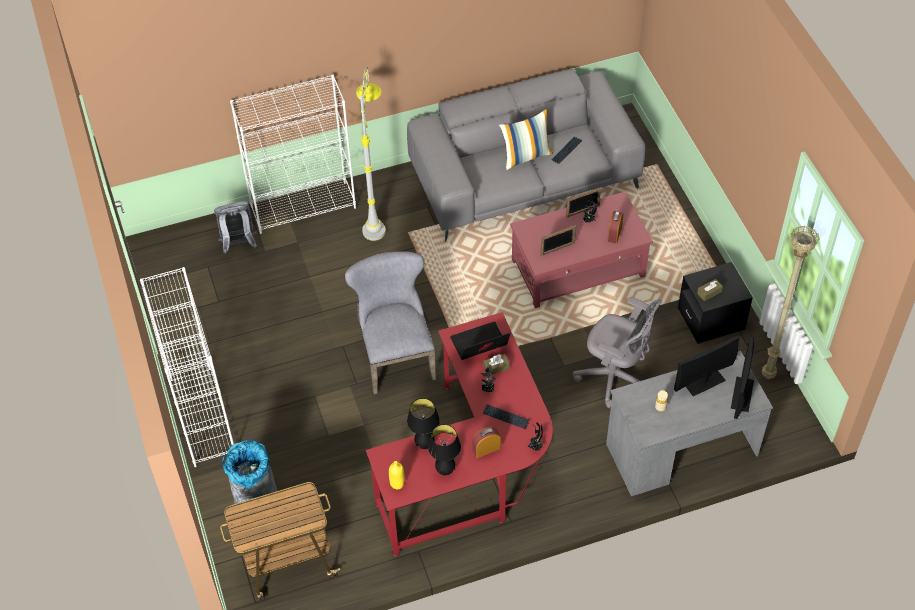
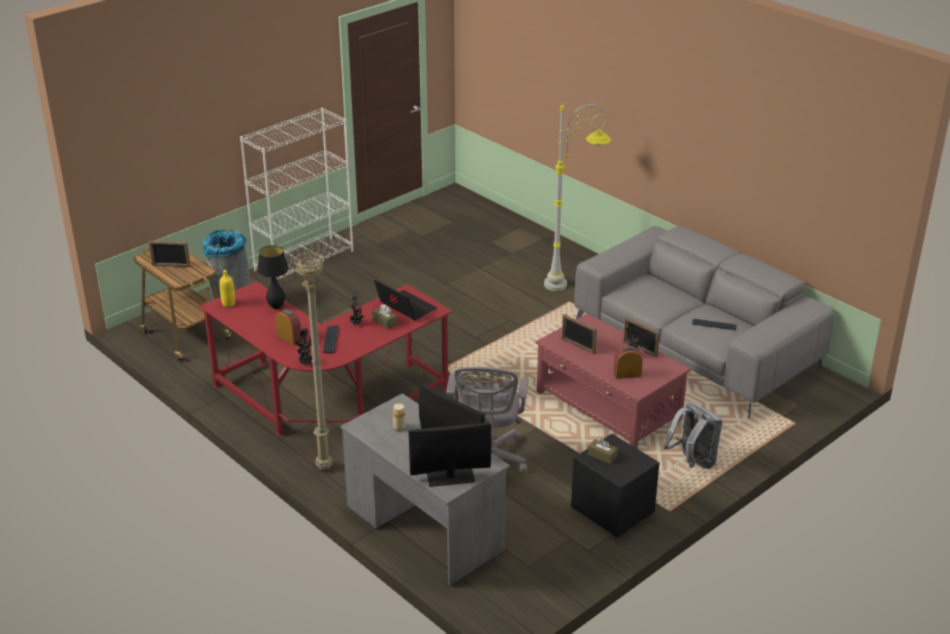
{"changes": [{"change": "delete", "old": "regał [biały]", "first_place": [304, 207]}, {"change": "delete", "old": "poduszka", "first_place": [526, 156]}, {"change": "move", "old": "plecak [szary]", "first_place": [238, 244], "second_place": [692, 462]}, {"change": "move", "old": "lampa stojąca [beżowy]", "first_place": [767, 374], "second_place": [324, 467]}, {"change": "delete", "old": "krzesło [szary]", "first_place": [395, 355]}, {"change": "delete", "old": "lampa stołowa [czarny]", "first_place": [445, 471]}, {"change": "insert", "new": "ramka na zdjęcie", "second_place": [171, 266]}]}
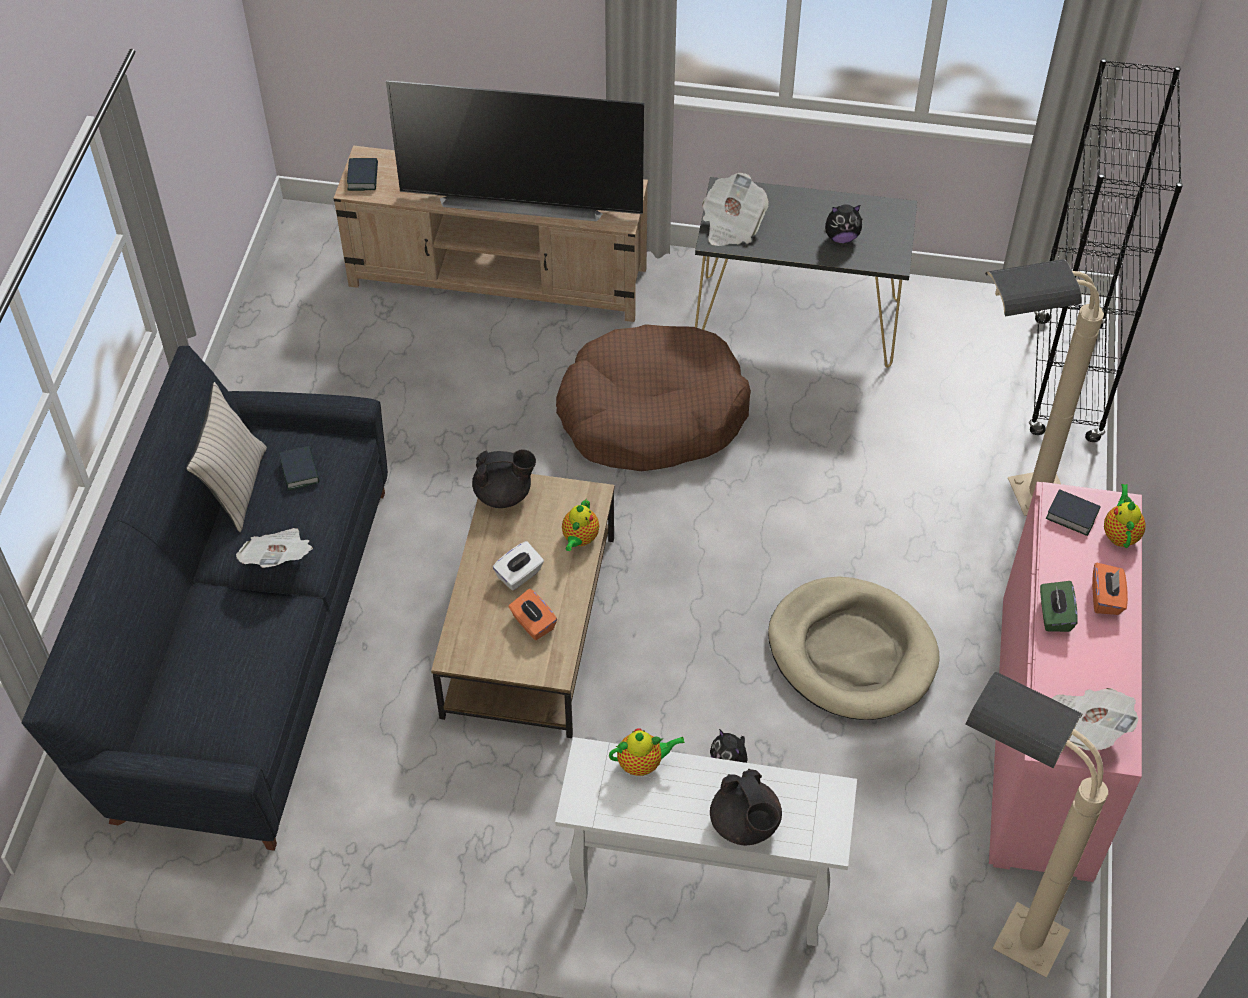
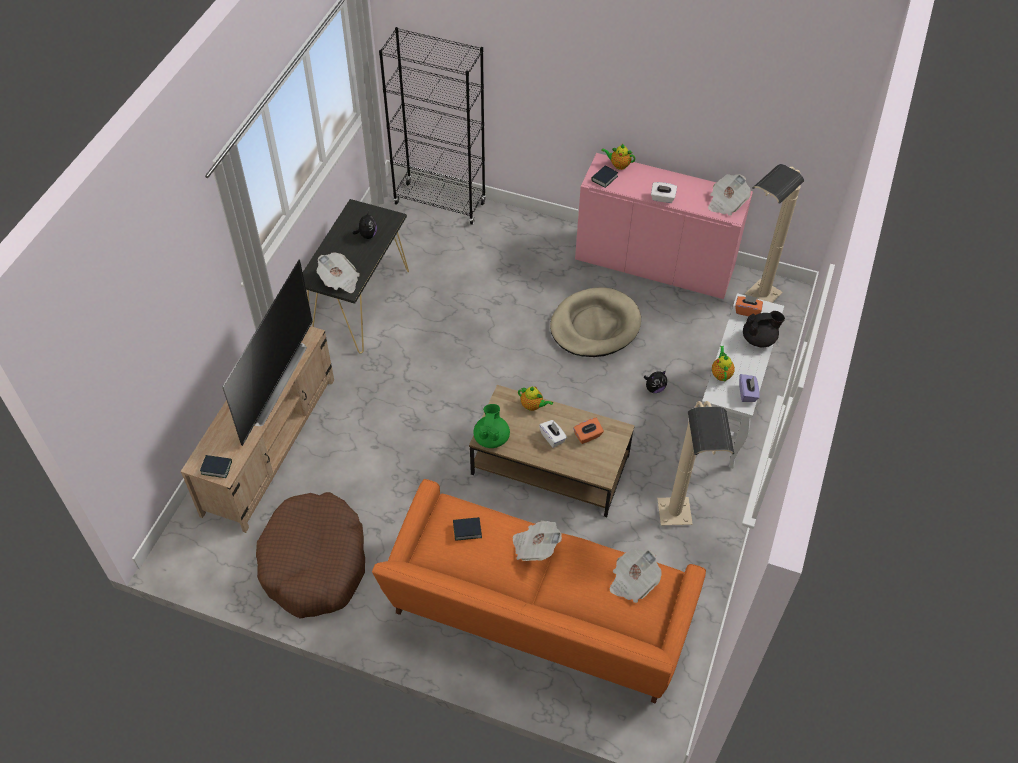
{"changes": [{"change": "move", "old": "lampa stojąca [beżowy]", "first_place": [1004, 503], "second_place": [678, 533]}, {"change": "move", "old": "legowisko [brązowy]", "first_place": [651, 414], "second_place": [314, 563]}, {"change": "recolor", "old": "kanapa [czarny]", "new": "kanapa [pomarańczowy]", "first_place": [243, 646], "second_place": [536, 618]}, {"change": "delete", "old": "poduszka [beżowy]", "first_place": [235, 487]}, {"change": "recolor", "old": "imbryk [czarny]", "new": "imbryk [zielony]", "first_place": [504, 494], "second_place": [491, 438]}, {"change": "move", "old": "pudełko chusteczek [pomarańczowy]", "first_place": [1106, 598], "second_place": [747, 311]}, {"change": "recolor", "old": "pudełko chusteczek [zielony]", "new": "pudełko chusteczek [biały]", "first_place": [1054, 615], "second_place": [662, 198]}, {"change": "insert", "new": "pudełko chusteczek [fioletowy]", "second_place": [747, 393]}, {"change": "insert", "new": "gazeta", "second_place": [632, 581]}]}
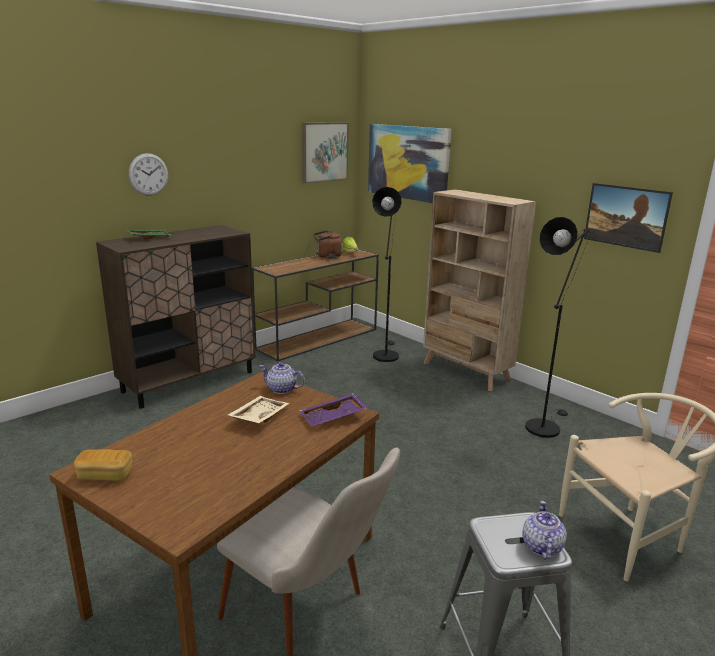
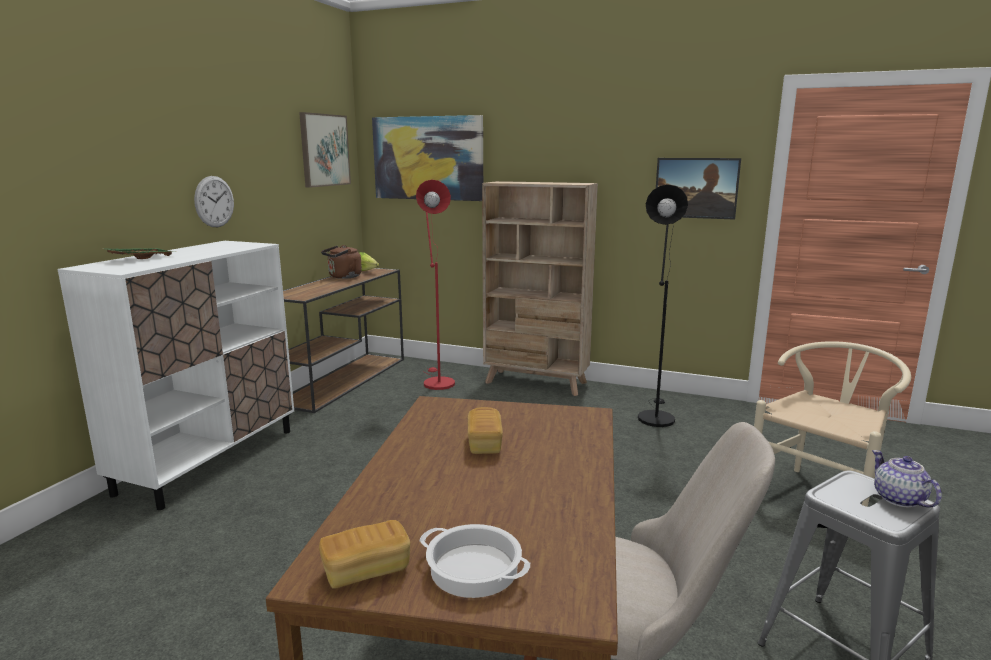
{"changes": [{"change": "move", "old": "zegar ścienny", "first_place": [148, 174], "second_place": [214, 201]}, {"change": "recolor", "old": "lampa stojąca [czarny]", "new": "lampa stojąca [czerwony]", "first_place": [385, 354], "second_place": [436, 382]}, {"change": "recolor", "old": "szafka [brązowy]", "new": "szafka [biały]", "first_place": [189, 381], "second_place": [210, 460]}, {"change": "delete", "old": "imbryk", "first_place": [282, 389]}, {"change": "delete", "old": "taca [fioletowy]", "first_place": [333, 418]}, {"change": "replace", "old": "taca [beżowy]", "new": "chleb", "first_place": [258, 417], "second_place": [484, 443]}, {"change": "insert", "new": "garnek", "second_place": [475, 568]}]}
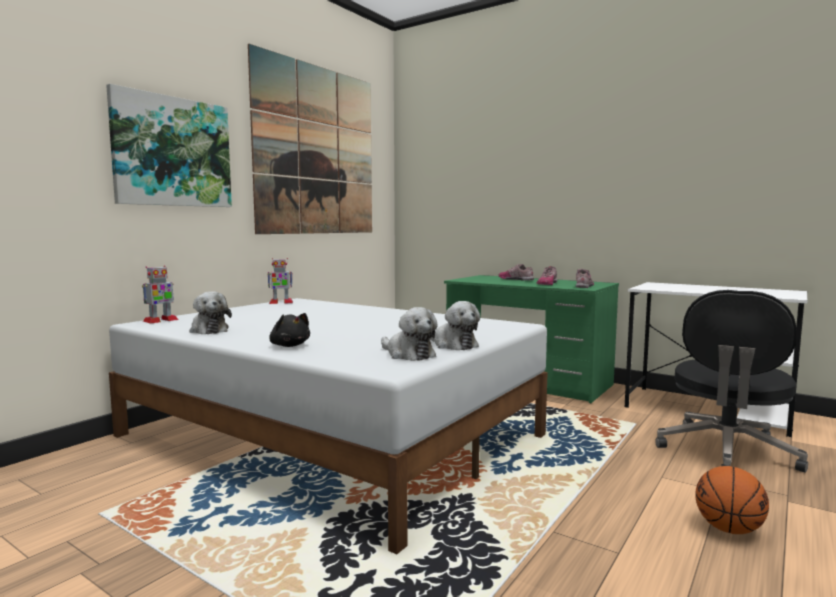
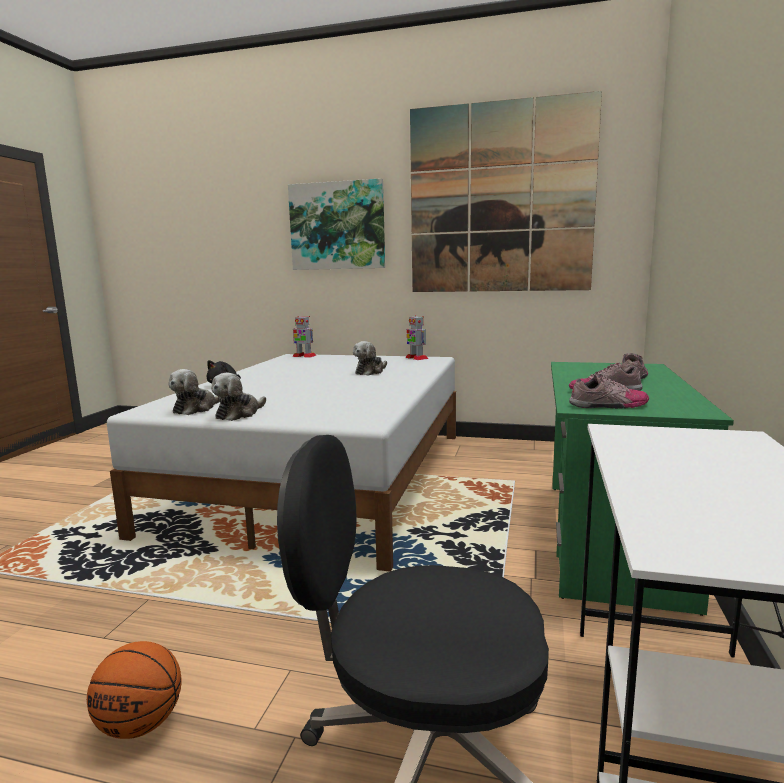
{"changes": [{"change": "move", "old": "pluszak", "first_place": [208, 330], "second_place": [370, 372]}]}
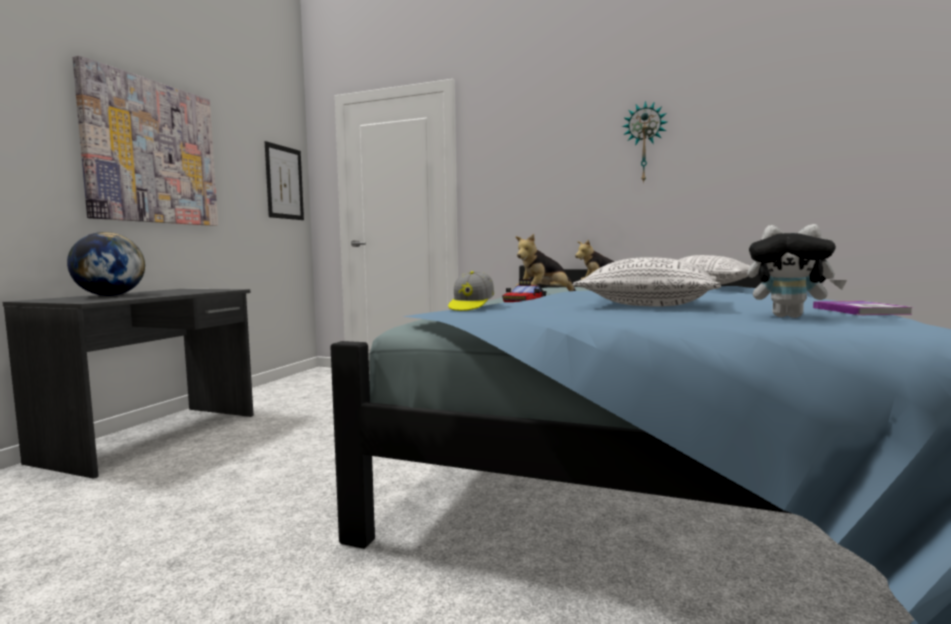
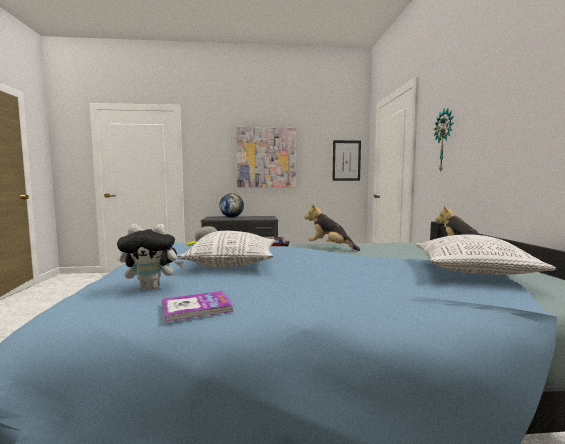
{"changes": [{"change": "move", "old": "zegar ścienny", "first_place": [644, 143], "second_place": [445, 140]}, {"change": "rotate", "old": "pluszak", "first_place": [790, 317], "second_place": [152, 288], "degrees": -105}]}
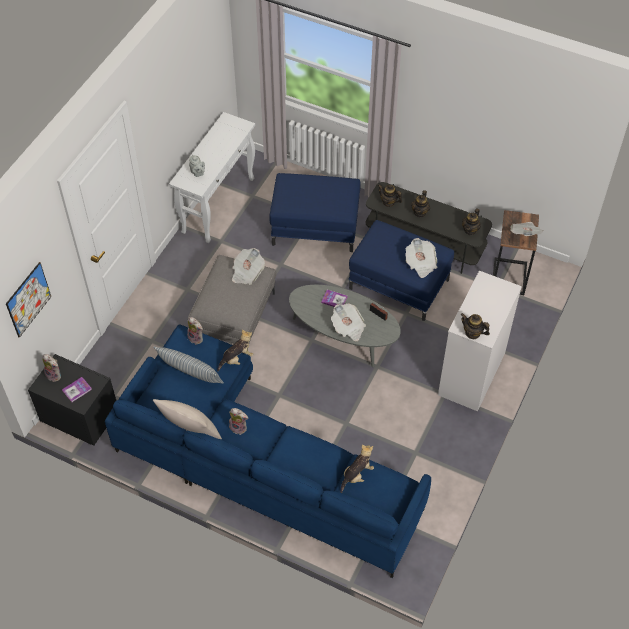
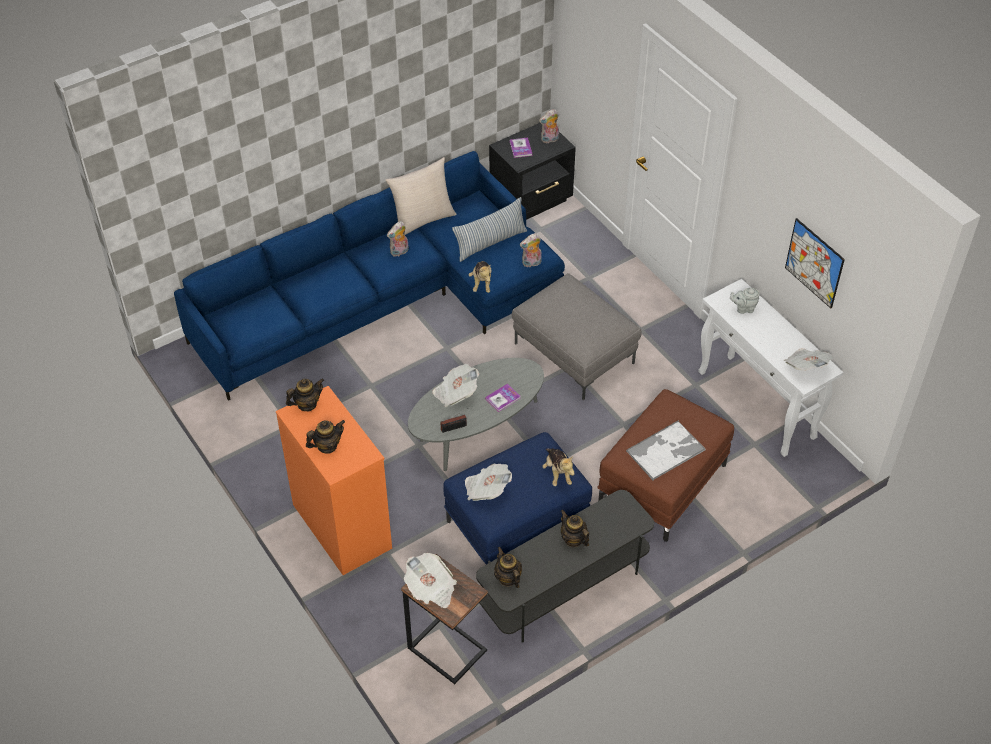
{"changes": [{"change": "recolor", "old": "pufa [niebieski]", "new": "pufa [brązowy]", "first_place": [315, 227], "second_place": [663, 484]}, {"change": "move", "old": "imbryk", "first_place": [388, 202], "second_place": [327, 446]}, {"change": "move", "old": "gazeta", "first_place": [247, 273], "second_place": [806, 366]}, {"change": "move", "old": "obraz", "first_place": [28, 299], "second_place": [814, 263]}, {"change": "recolor", "old": "komoda [biały]", "new": "komoda [pomarańczowy]", "first_place": [471, 374], "second_place": [341, 525]}, {"change": "move", "old": "pluszak", "first_place": [357, 475], "second_place": [557, 473]}, {"change": "insert", "new": "taca", "second_place": [666, 450]}]}
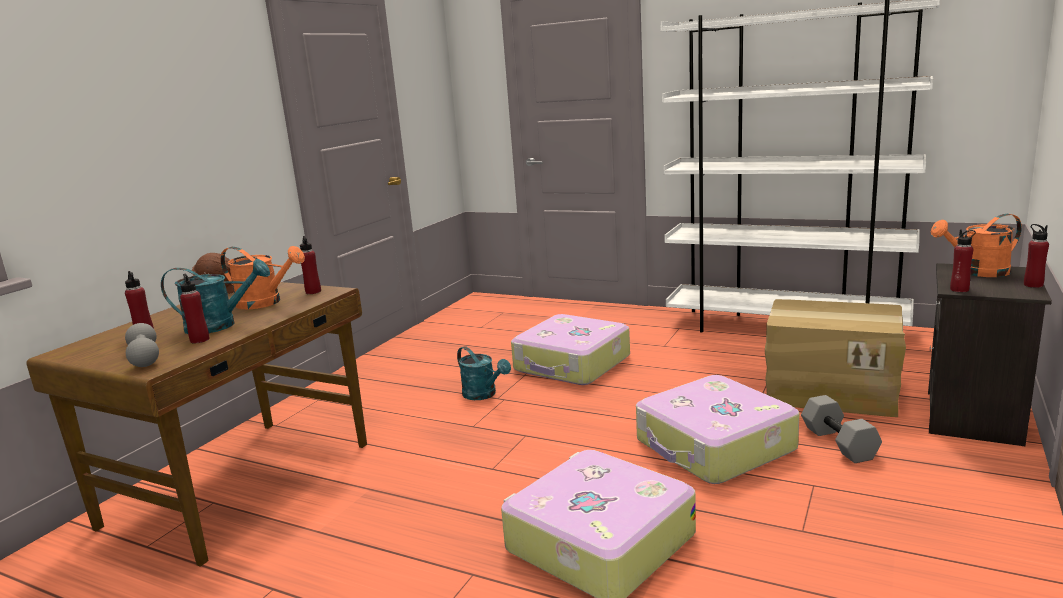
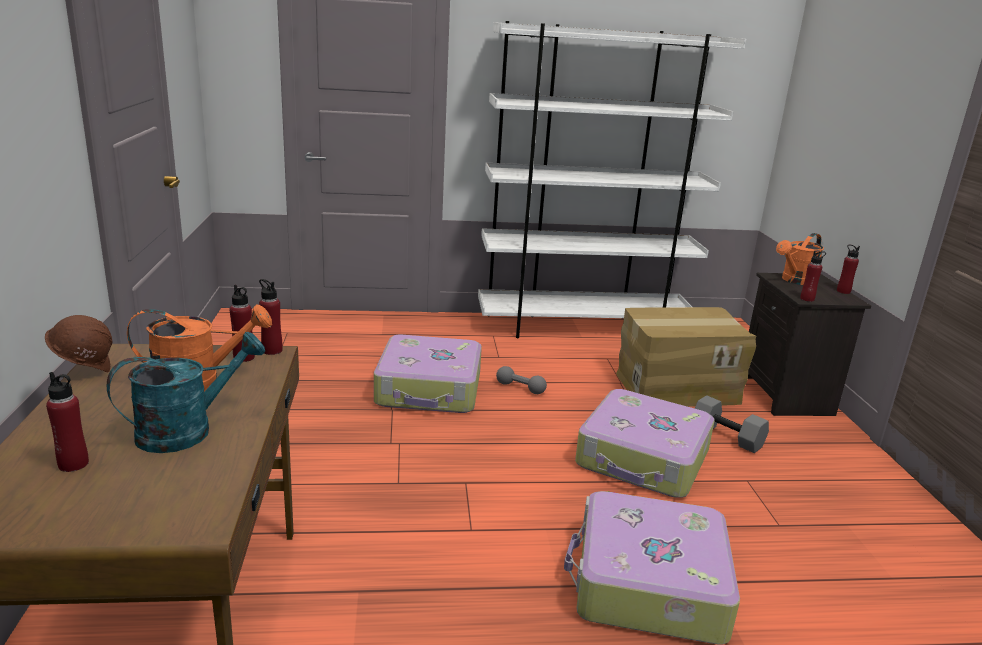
{"changes": [{"change": "move", "old": "butelka [czerwony]", "first_place": [200, 340], "second_place": [272, 350]}, {"change": "move", "old": "hantel [szary]", "first_place": [144, 357], "second_place": [520, 388]}, {"change": "delete", "old": "konewka [turkusowy]", "first_place": [484, 395]}]}
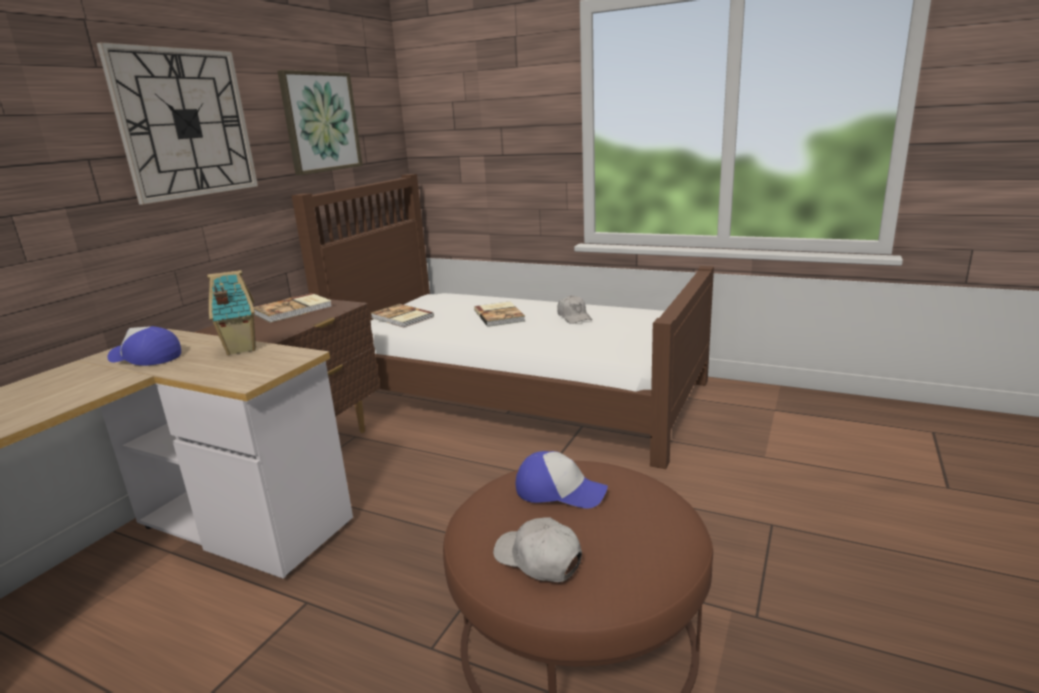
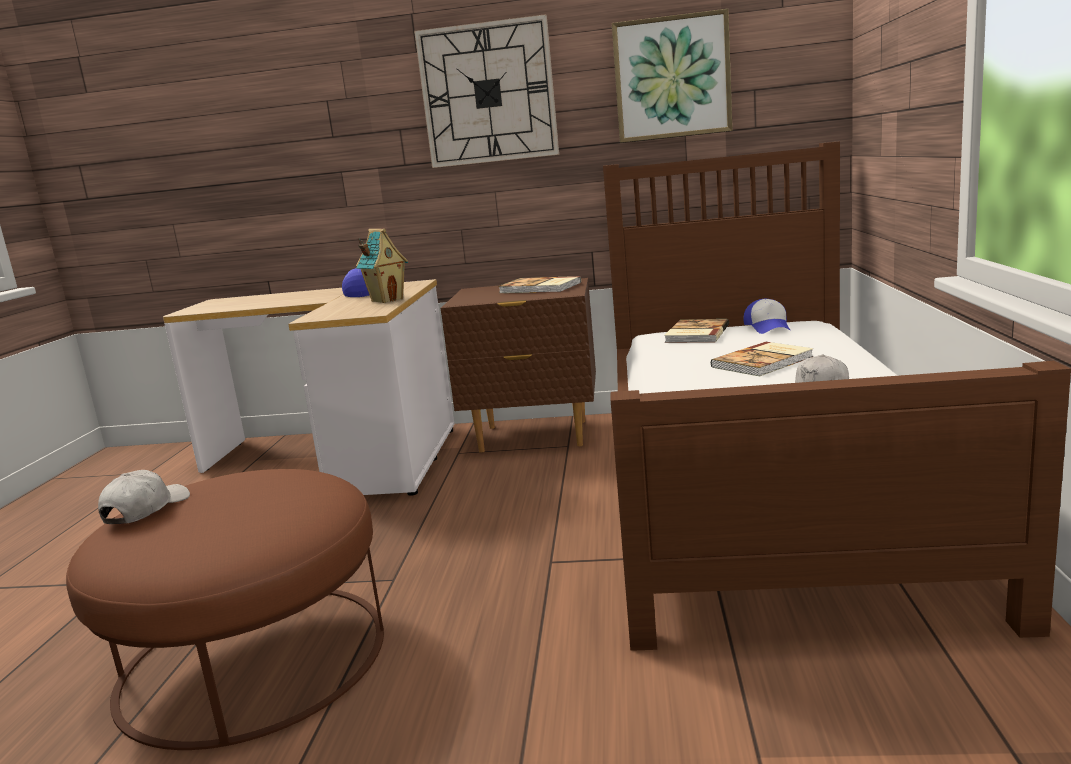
{"changes": [{"change": "move", "old": "czapka z daszkiem", "first_place": [559, 491], "second_place": [768, 327]}]}
